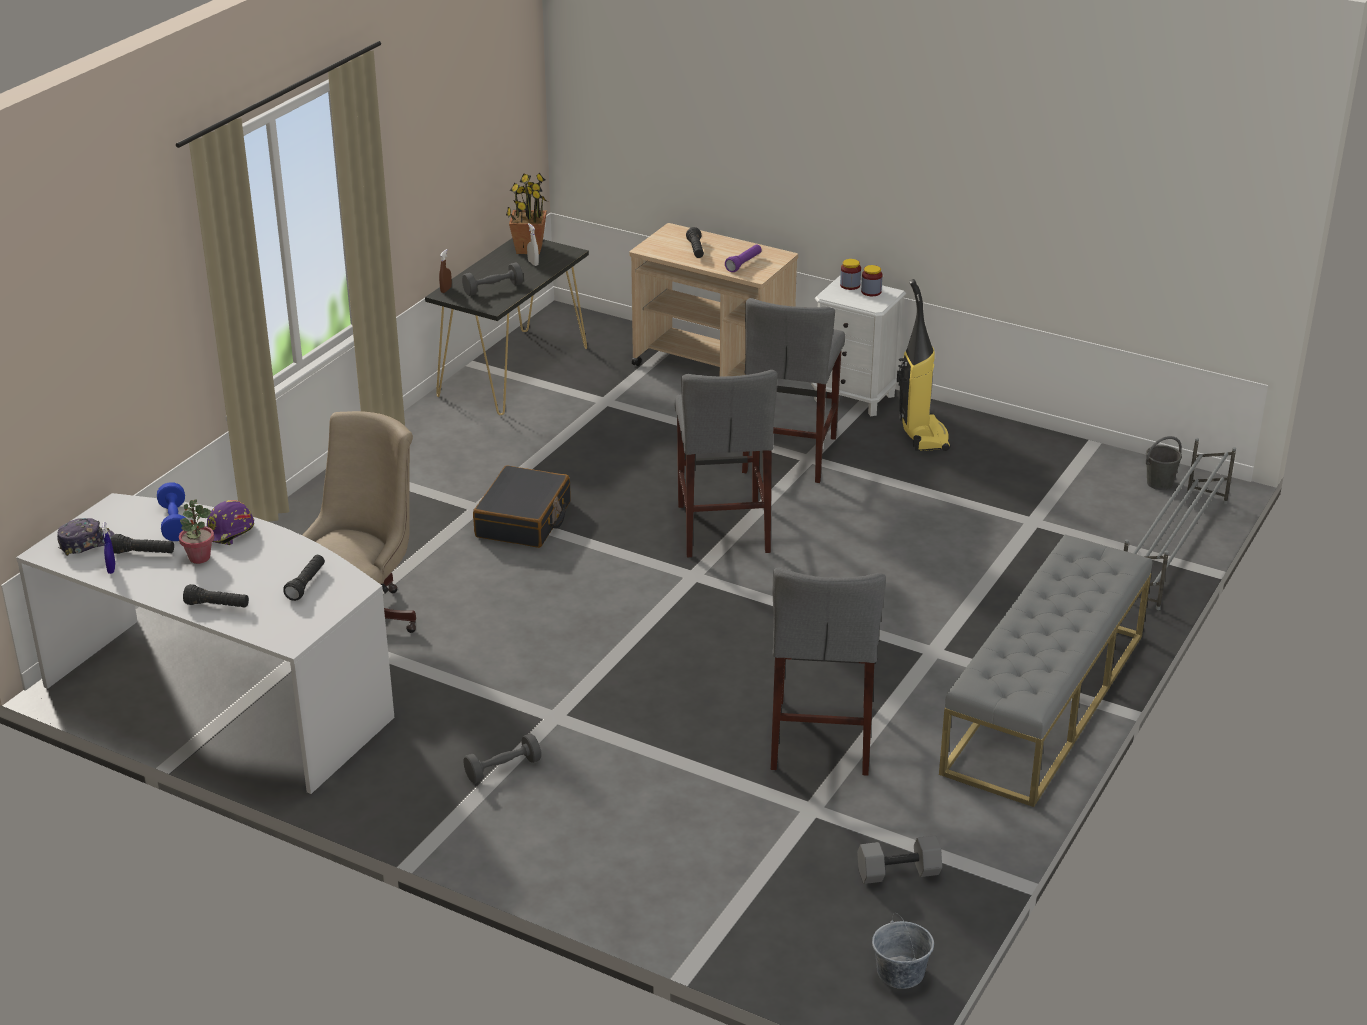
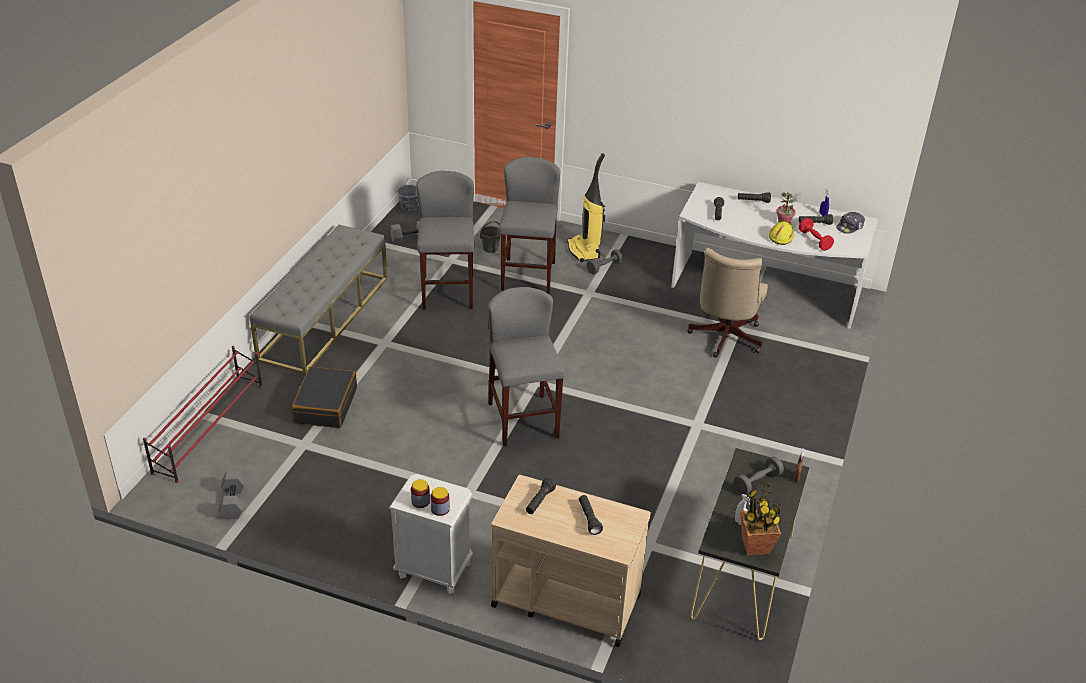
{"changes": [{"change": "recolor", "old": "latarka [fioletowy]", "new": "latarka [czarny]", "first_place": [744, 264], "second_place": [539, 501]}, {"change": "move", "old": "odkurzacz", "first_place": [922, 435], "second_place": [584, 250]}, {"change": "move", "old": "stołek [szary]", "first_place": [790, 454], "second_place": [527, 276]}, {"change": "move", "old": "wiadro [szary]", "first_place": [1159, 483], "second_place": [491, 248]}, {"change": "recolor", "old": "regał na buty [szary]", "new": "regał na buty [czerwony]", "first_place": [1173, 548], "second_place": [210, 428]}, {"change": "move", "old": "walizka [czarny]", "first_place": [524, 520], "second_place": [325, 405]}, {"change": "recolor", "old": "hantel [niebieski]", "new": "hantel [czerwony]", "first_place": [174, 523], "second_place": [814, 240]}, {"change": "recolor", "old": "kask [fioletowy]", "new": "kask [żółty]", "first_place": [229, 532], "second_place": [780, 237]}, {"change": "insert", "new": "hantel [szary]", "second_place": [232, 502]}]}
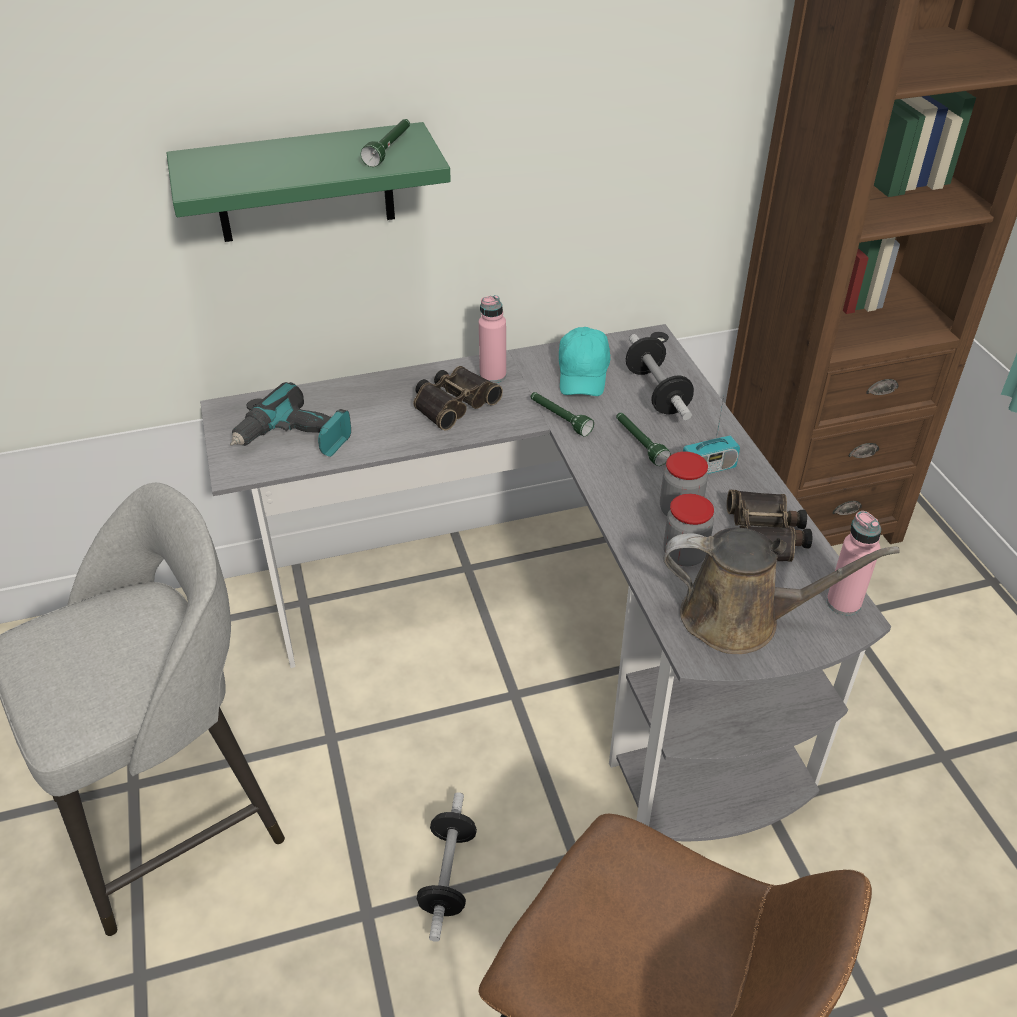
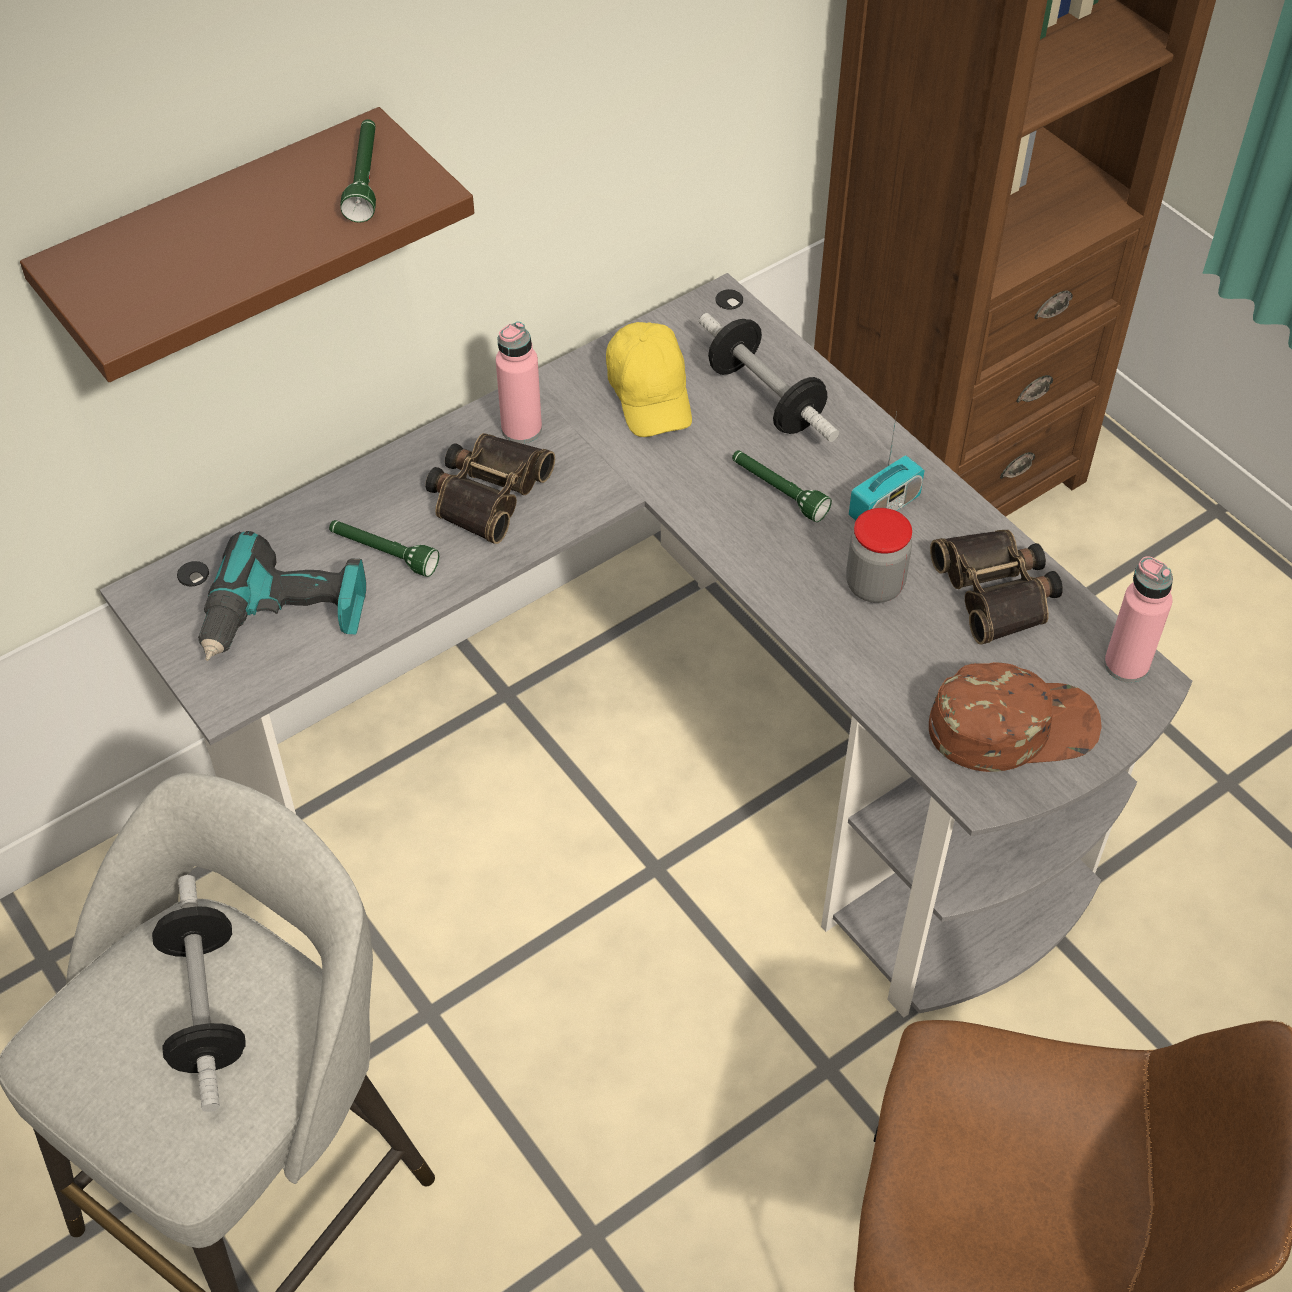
{"changes": [{"change": "recolor", "old": "półka [zielony]", "new": "półka [brązowy]", "first_place": [304, 183], "second_place": [220, 242]}, {"change": "recolor", "old": "czapka z daszkiem [turkusowy]", "new": "czapka z daszkiem [żółty]", "first_place": [583, 375], "second_place": [650, 394]}, {"change": "move", "old": "latarka [zielony]", "first_place": [559, 419], "second_place": [383, 553]}, {"change": "delete", "old": "słoik", "first_place": [684, 554]}, {"change": "replace", "old": "konewka [brązowy]", "new": "czapka z daszkiem [brązowy]", "first_place": [740, 619], "second_place": [1012, 725]}, {"change": "move", "old": "hantel", "first_place": [448, 875], "second_place": [205, 1007]}]}
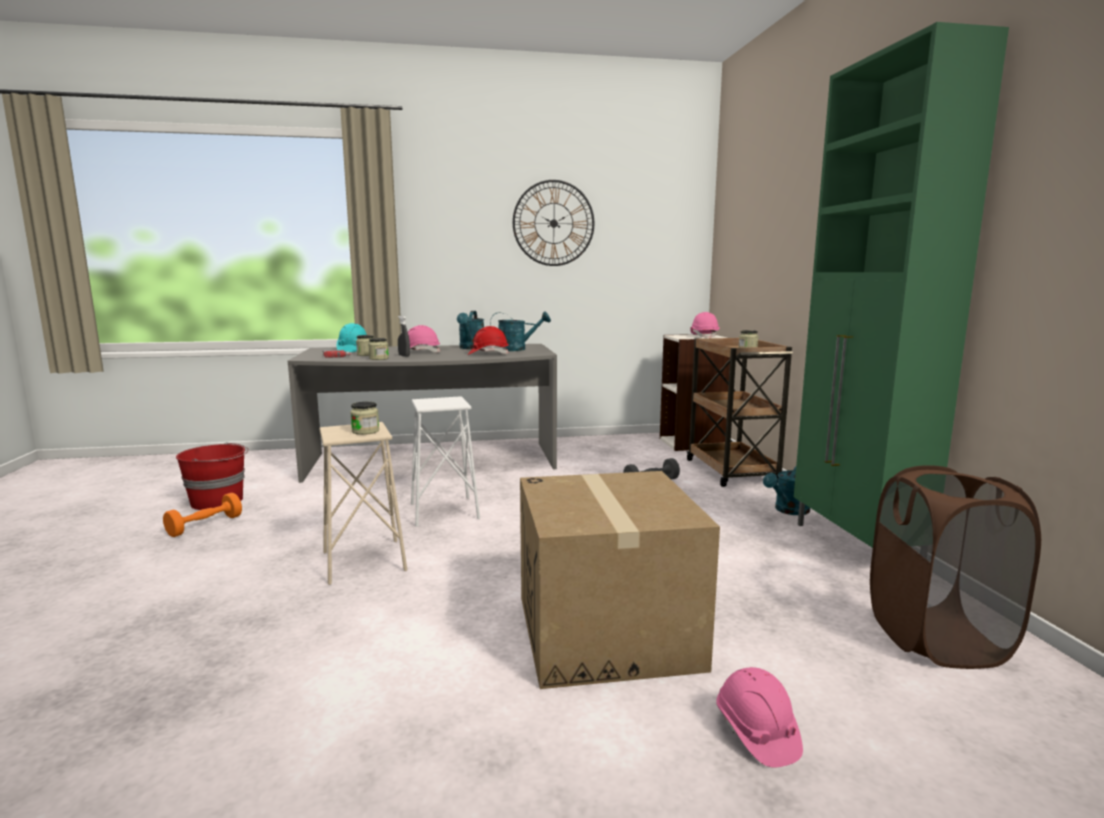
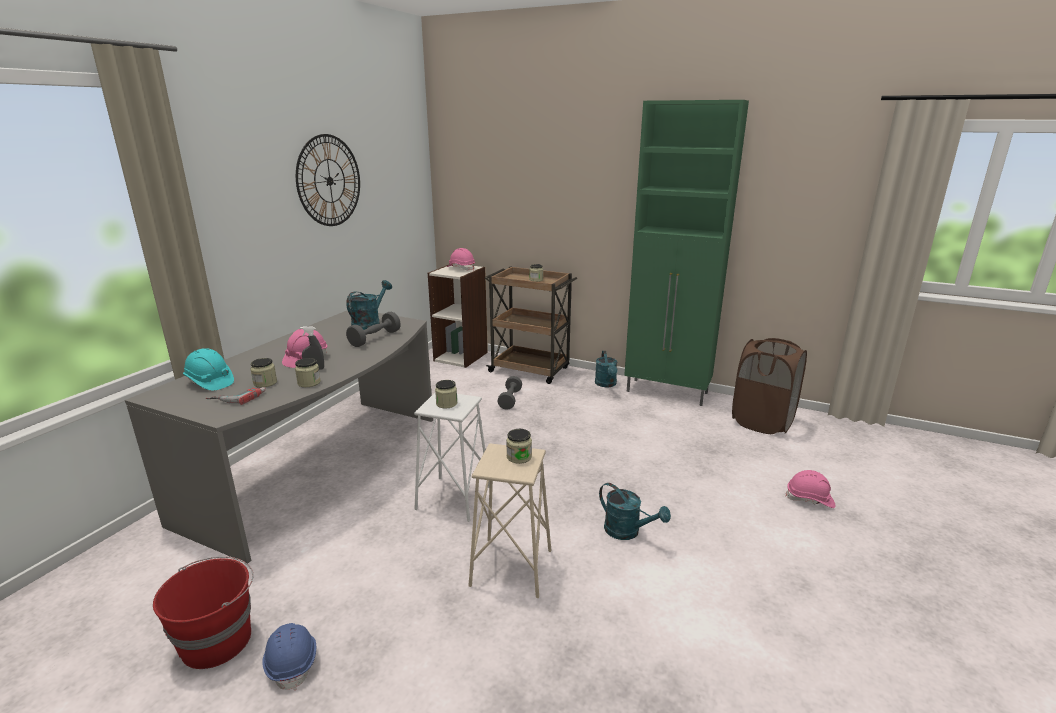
{"changes": [{"change": "move", "old": "konewka [turkusowy]", "first_place": [471, 348], "second_place": [628, 532]}, {"change": "replace", "old": "kask [czerwony]", "new": "hantel [szary]", "first_place": [488, 354], "second_place": [375, 338]}, {"change": "delete", "old": "karton", "first_place": [607, 632]}, {"change": "replace", "old": "hantel [pomarańczowy]", "new": "kask [niebieski]", "first_place": [205, 526], "second_place": [292, 662]}, {"change": "insert", "new": "słoik", "second_place": [446, 404]}]}
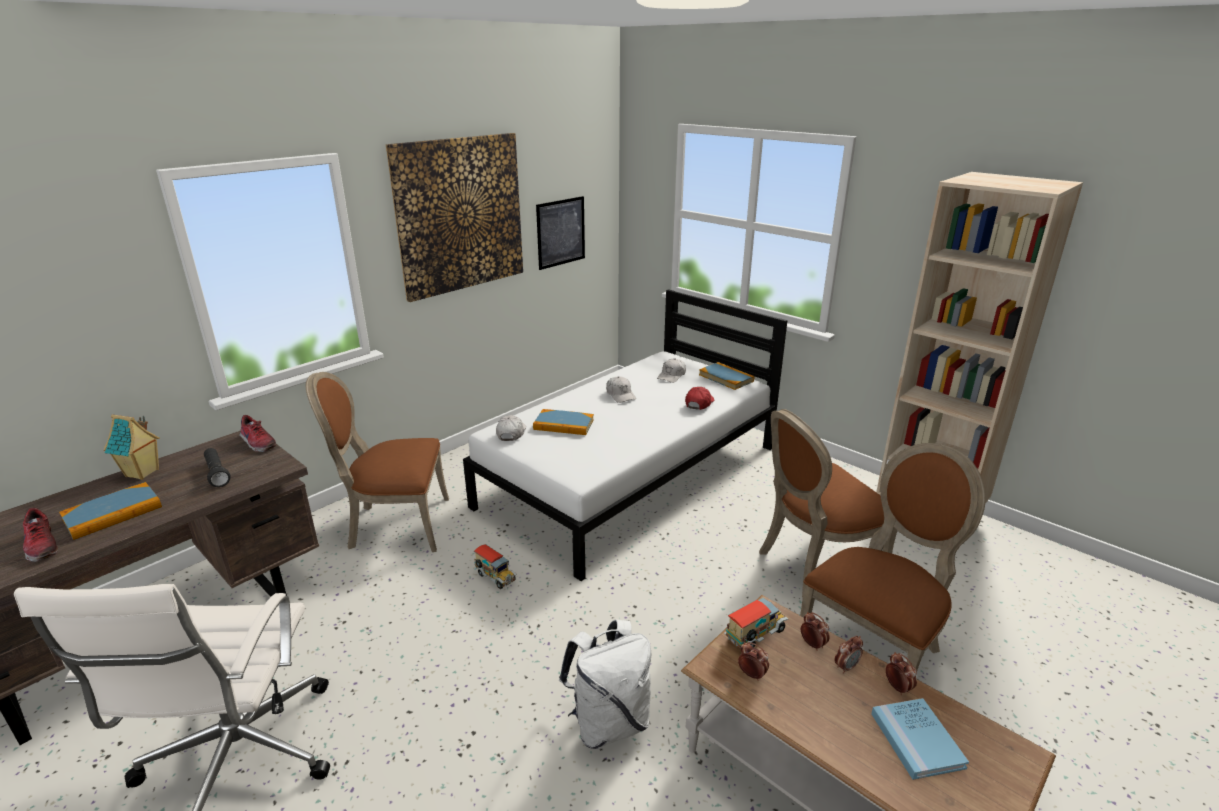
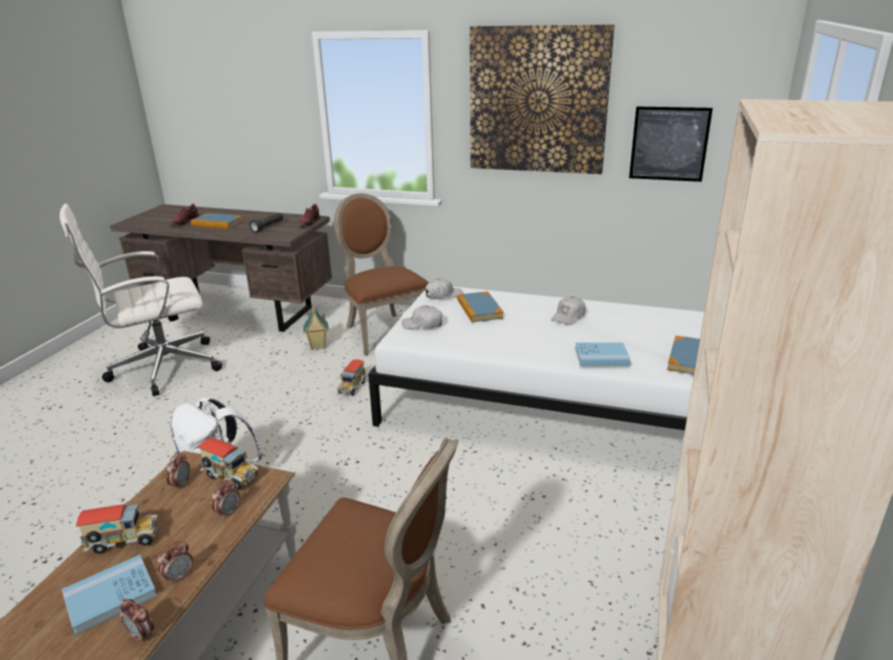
{"changes": [{"change": "move", "old": "czapka z daszkiem [biały]", "first_place": [672, 376], "second_place": [422, 324]}, {"change": "replace", "old": "czapka z daszkiem [czerwony]", "new": "książka [niebieski]", "first_place": [699, 403], "second_place": [601, 356]}, {"change": "delete", "old": "krzesło [brązowy]", "first_place": [814, 563]}, {"change": "move", "old": "domek", "first_place": [142, 473], "second_place": [318, 346]}, {"change": "move", "old": "budzik", "first_place": [846, 667], "second_place": [141, 634]}, {"change": "insert", "new": "ciężarówka zabawkowa", "second_place": [123, 542]}]}
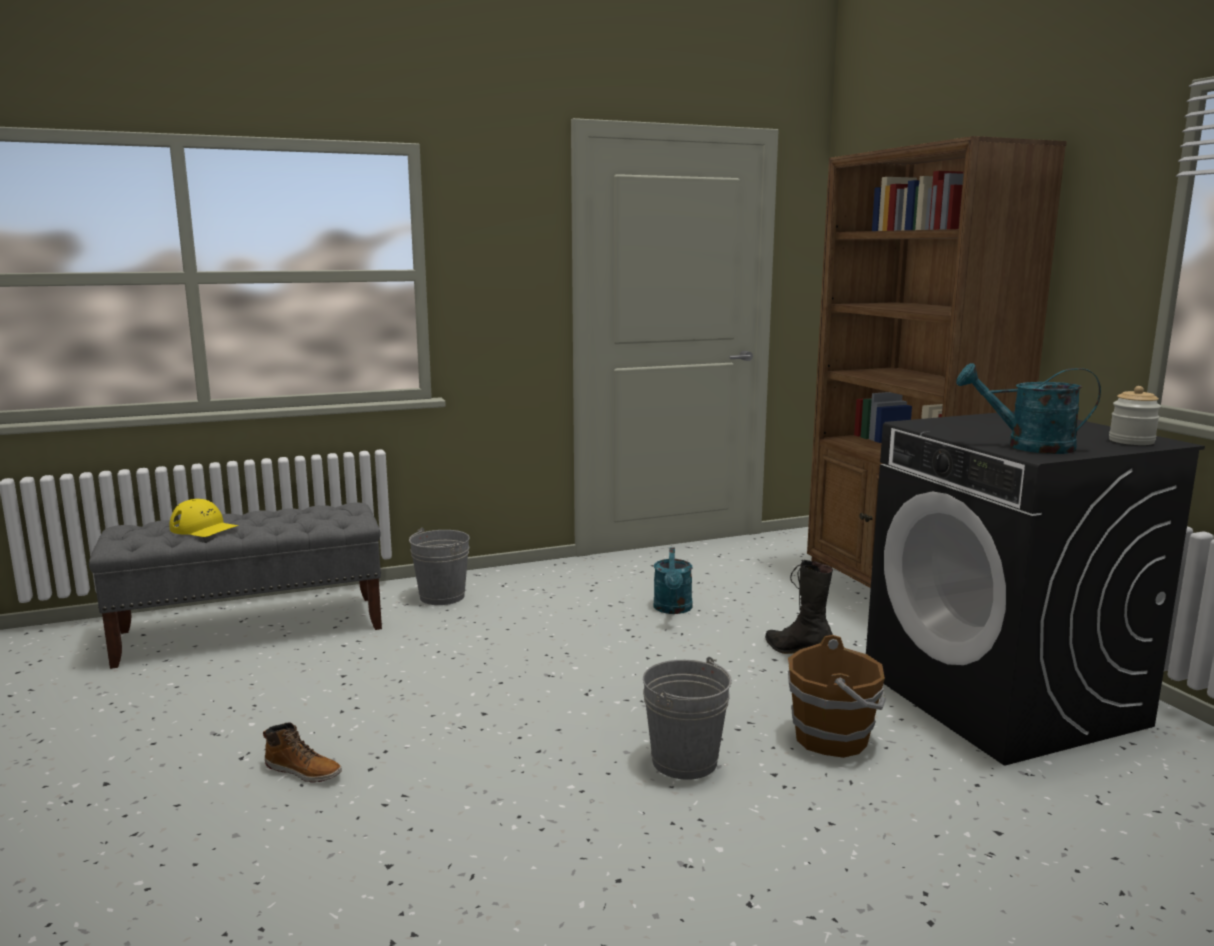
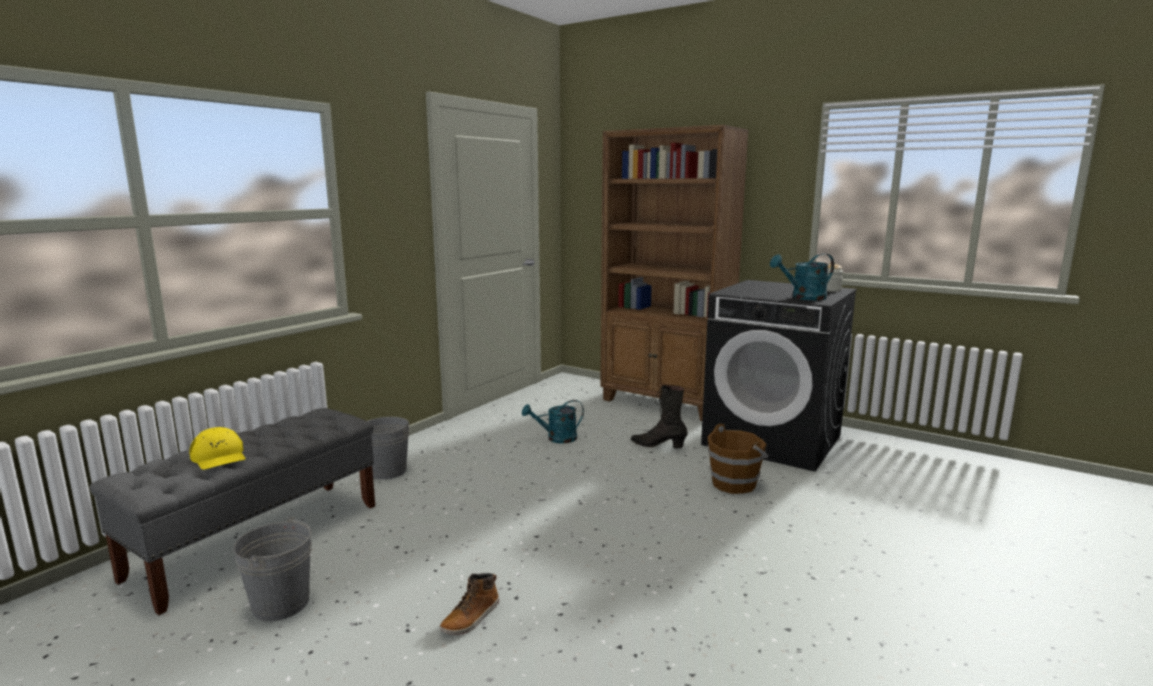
{"changes": [{"change": "rotate", "old": "czapka z daszkiem [żółty]", "first_place": [204, 528], "second_place": [219, 457], "degrees": 60}, {"change": "rotate", "old": "konewka [turkusowy]", "first_place": [673, 609], "second_place": [556, 438], "degrees": 105}, {"change": "move", "old": "wiadro [szary]", "first_place": [684, 761], "second_place": [281, 604]}, {"change": "rotate", "old": "but z cholewką", "first_place": [304, 770], "second_place": [471, 618], "degrees": 135}]}
